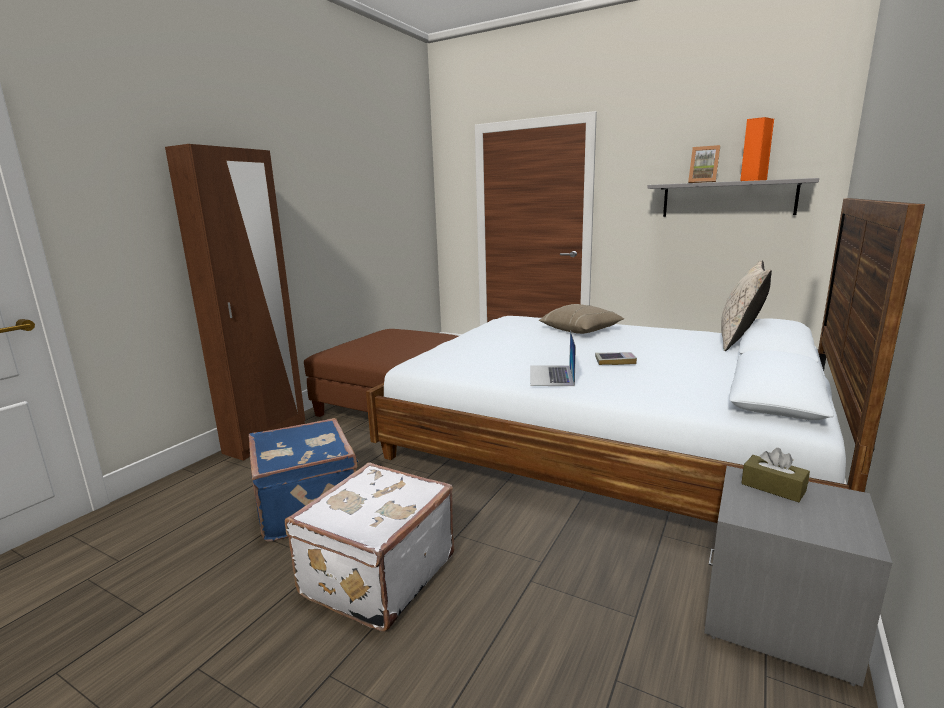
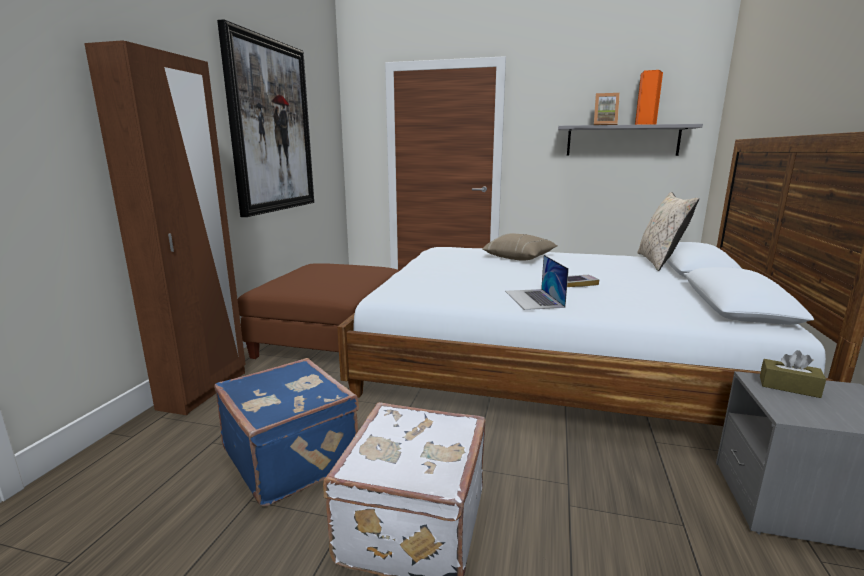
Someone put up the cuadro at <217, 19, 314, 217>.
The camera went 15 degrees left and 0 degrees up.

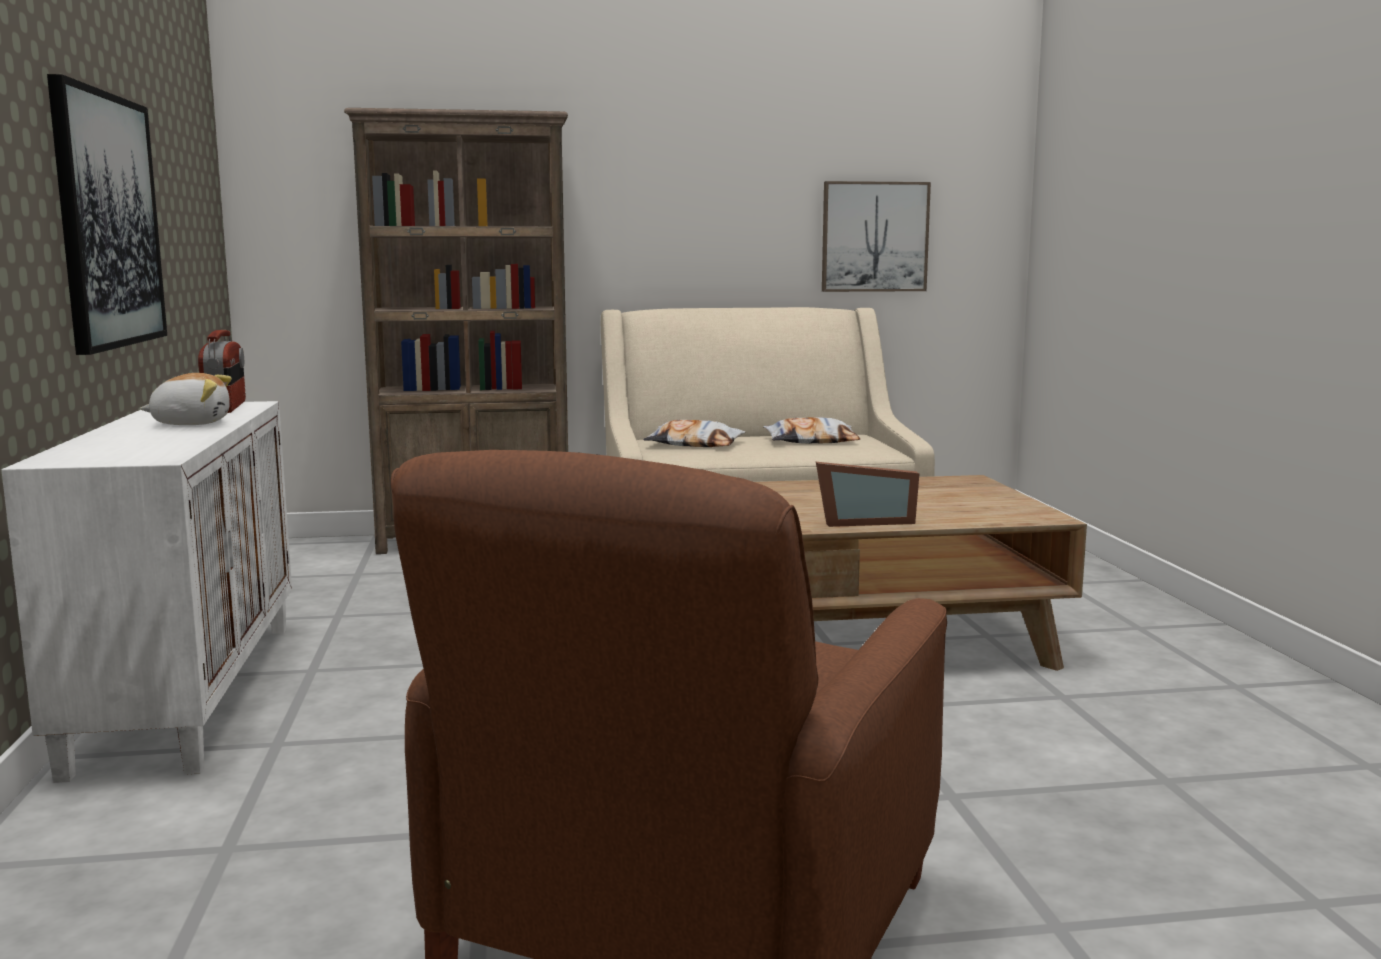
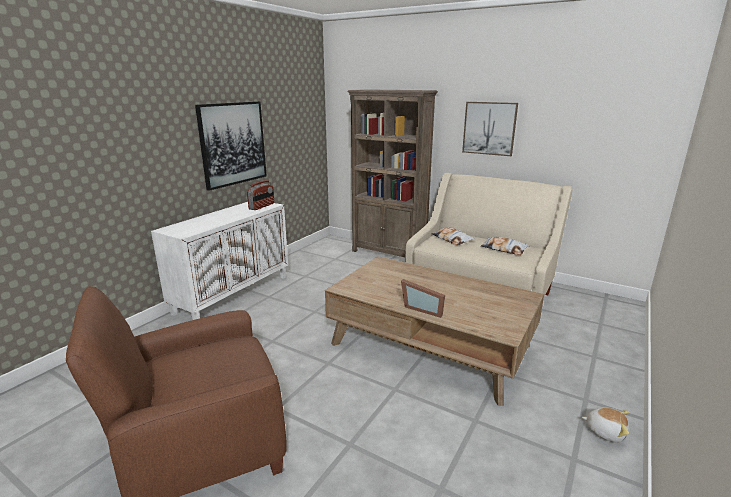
Someone carried the cuadro from <822, 181, 931, 292> to <462, 102, 518, 156>.
Someone carried the peluche from <140, 373, 232, 425> to <582, 407, 630, 443>.
The camera went 40 degrees right and 10 degrees up.

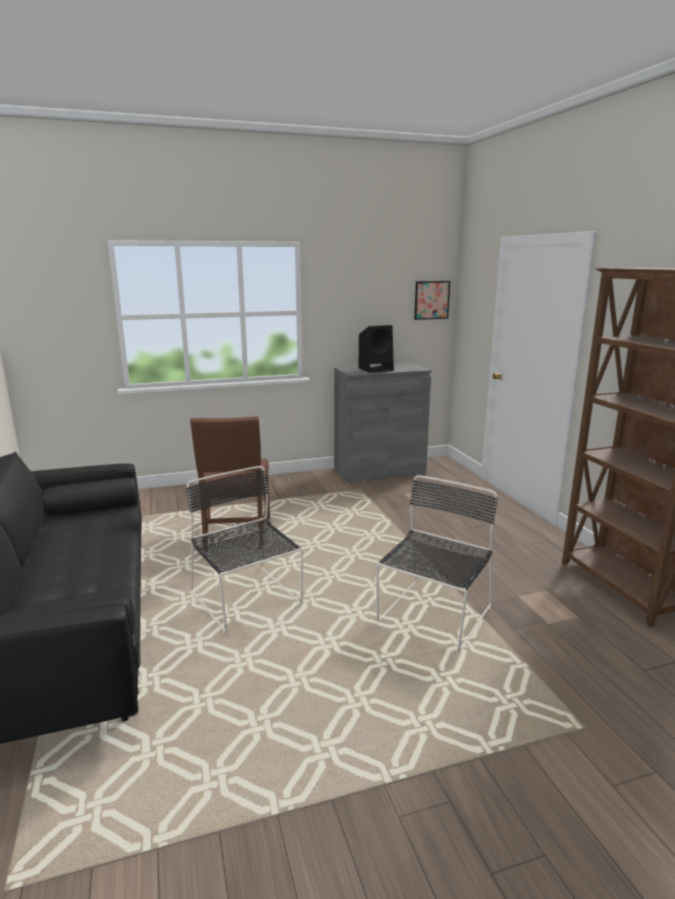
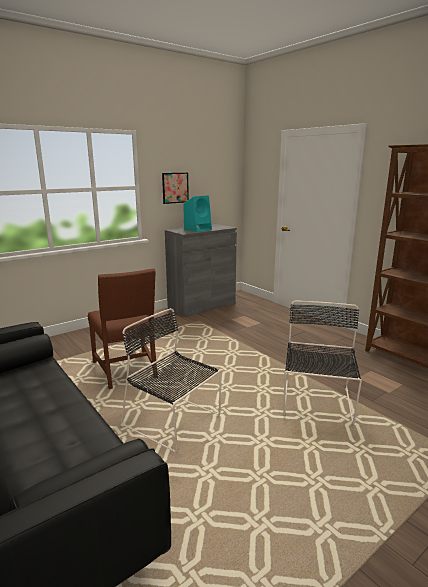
Someone carried the cuadro from <414, 281, 450, 320> to <162, 173, 189, 204>.
Someone repainted the altavoz [negro] at <359, 325, 394, 373>, which became the altavoz [turquesa] at <183, 195, 212, 232>.
The camera went 20 degrees left and 0 degrees up.

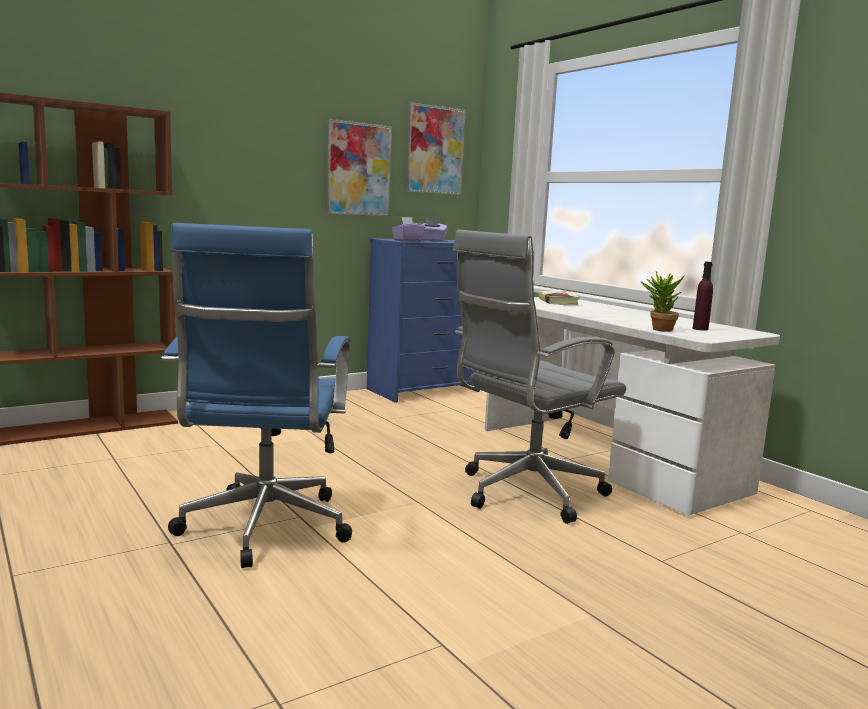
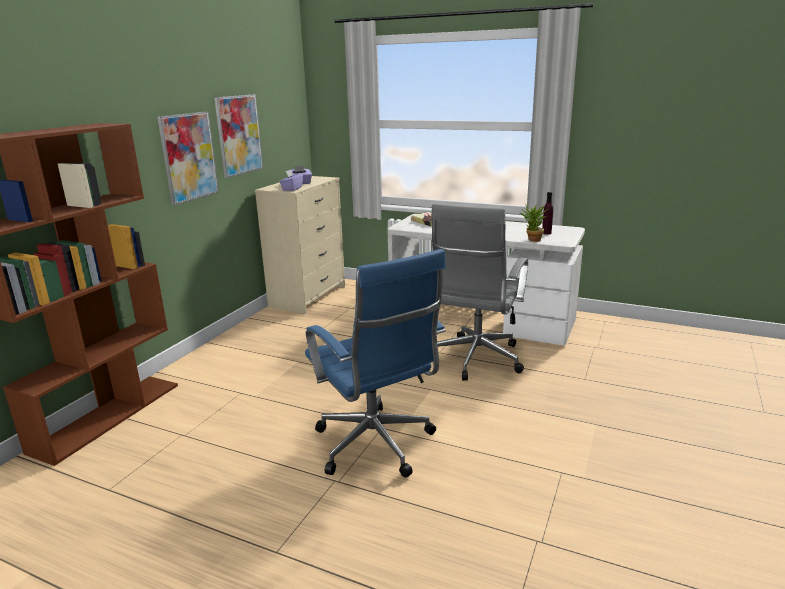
Someone carried the cuadro from <406, 102, 466, 195> to <157, 111, 219, 205>.
Someone repainted the cómoda [azul] at <367, 238, 480, 403>, which became the cómoda [beis] at <254, 176, 345, 314>.
The camera went 30 degrees left and 10 degrees up.

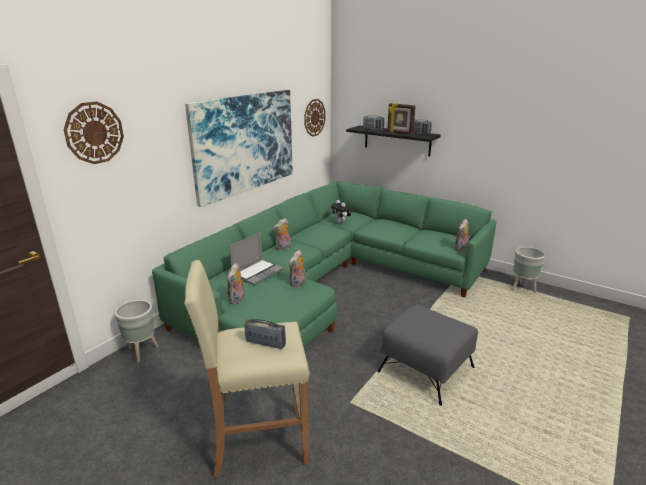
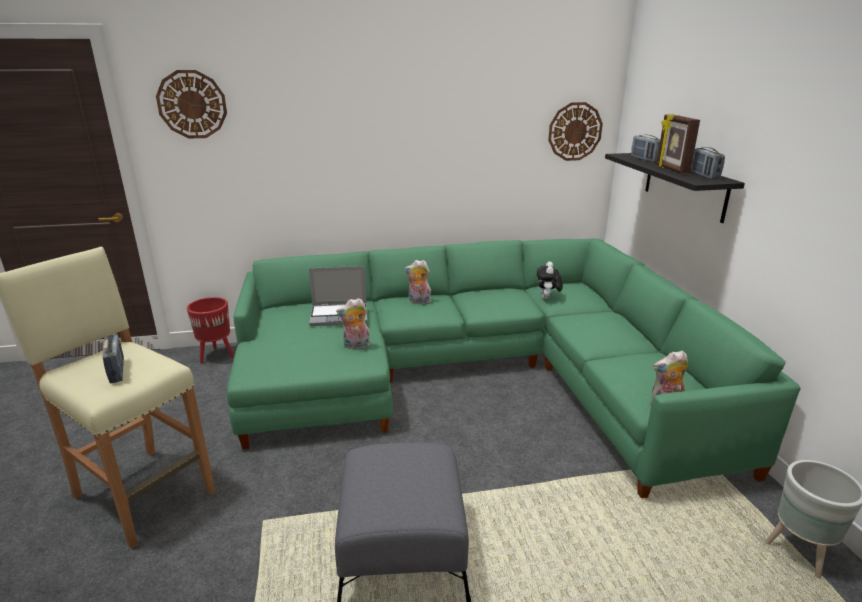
Someone repainted the maceta [gris] at <114, 300, 158, 363>, which became the maceta [rojo] at <187, 297, 234, 363>.
Someone took away the cuadro at <185, 90, 293, 207>.
Someone took away the peluche at <227, 263, 245, 304>.
The camera went 45 degrees right and 0 degrees up.

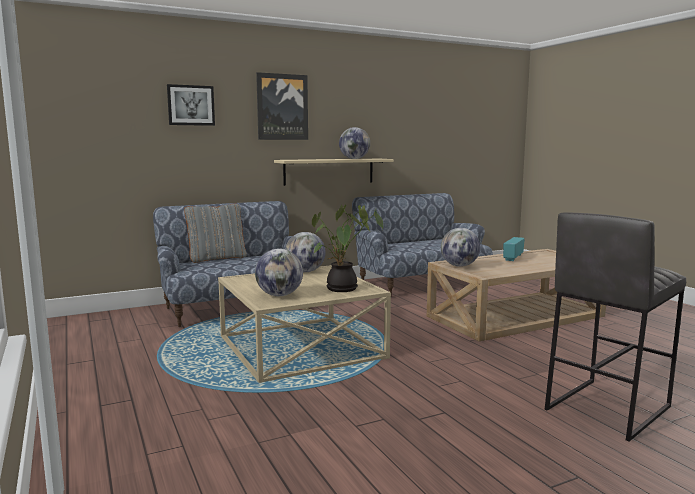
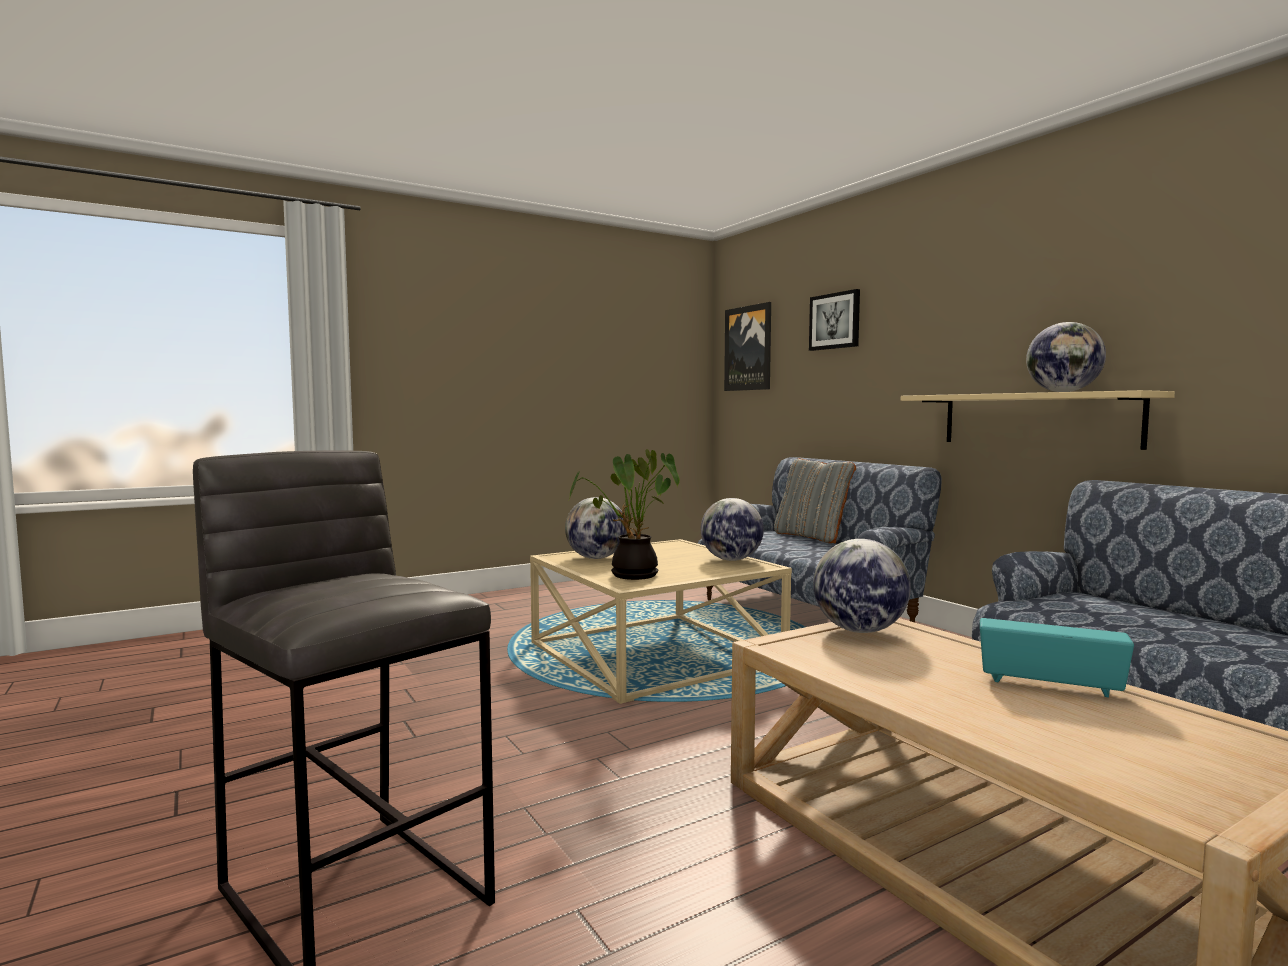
Someone carried the cuadro from <256, 72, 308, 140> to <724, 302, 771, 391>.
The camera went 85 degrees right and 5 degrees down.

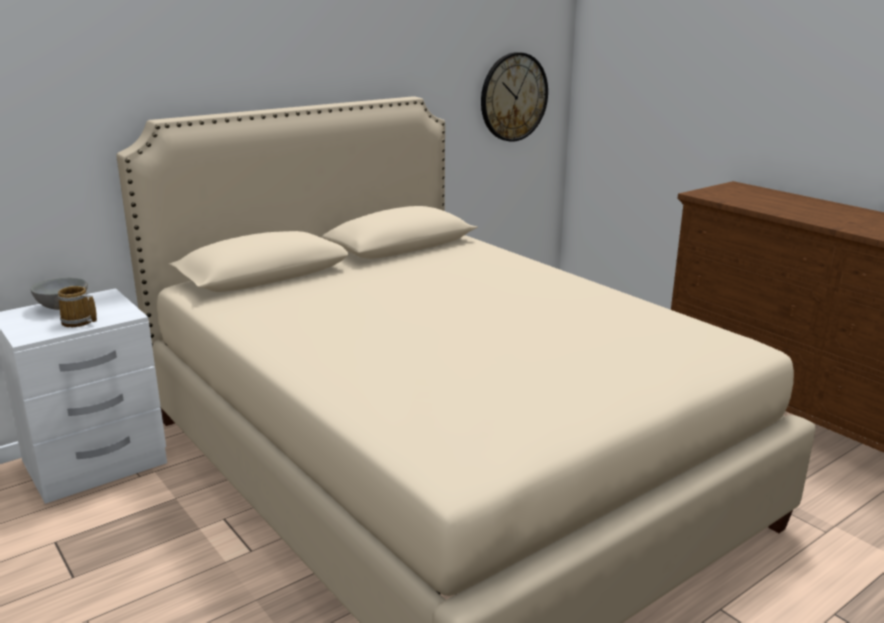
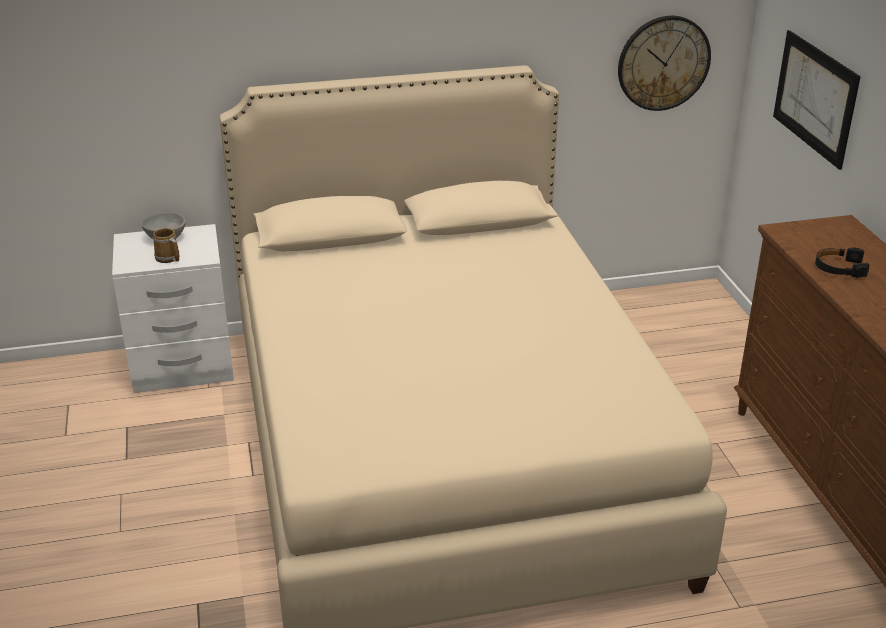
Someone put up the cuadro at <773, 30, 861, 170>.
Someone put down the auriculares [negro] at <815, 247, 869, 278>.
The camera went 25 degrees right and 10 degrees up.

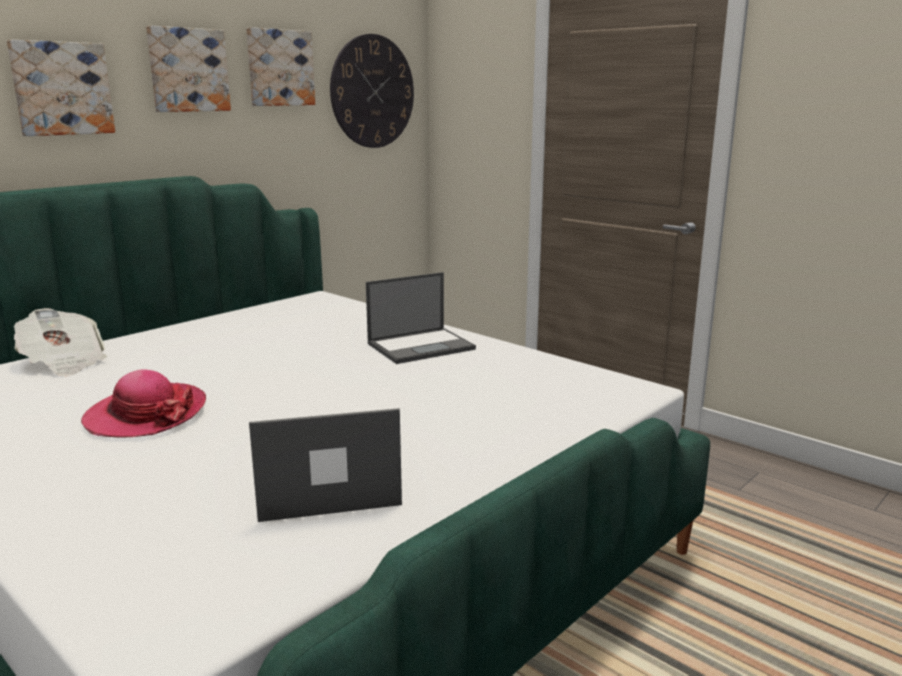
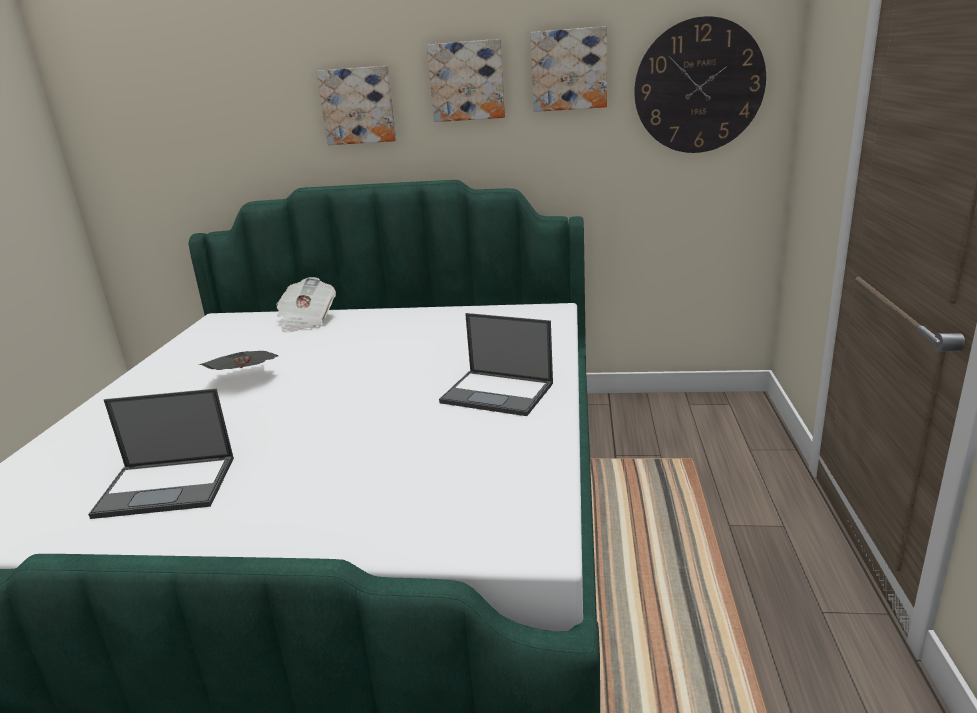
Someone rotated the portátil at <249, 408, 402, 522> by 135 degrees clockwise.
Someone swapped the sombrero at <81, 369, 206, 438> for the periódico at <199, 351, 279, 370>.
The camera went 55 degrees right and 5 degrees up.

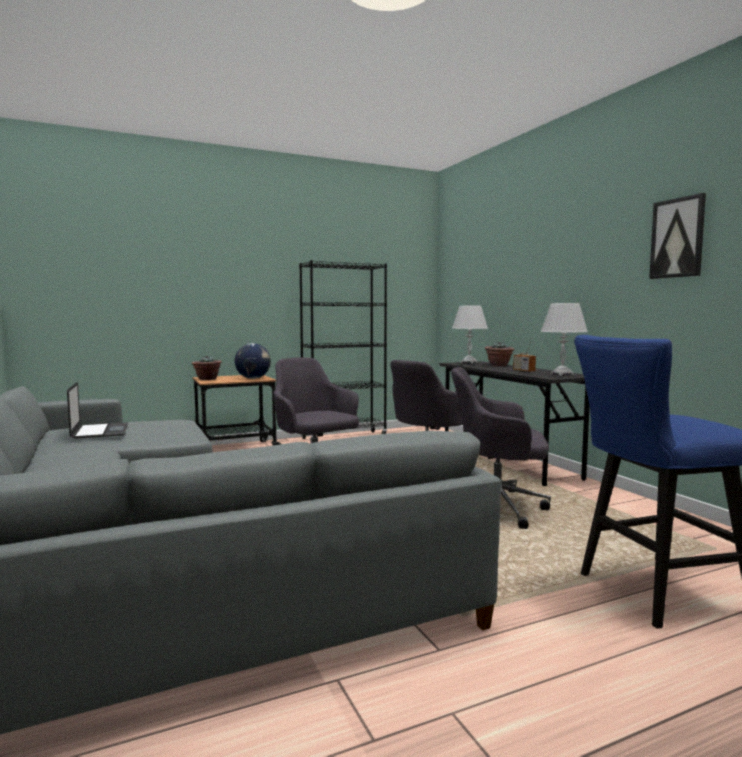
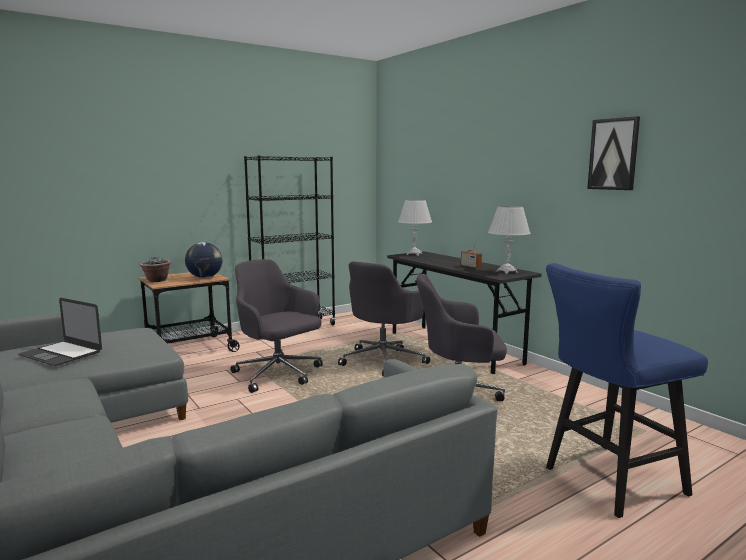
Someone rotated the portátil at <67, 382, 128, 439> by 150 degrees clockwise.
Someone took away the planta en maceta at <485, 342, 515, 366>.
The camera went 10 degrees left and 5 degrees up.

